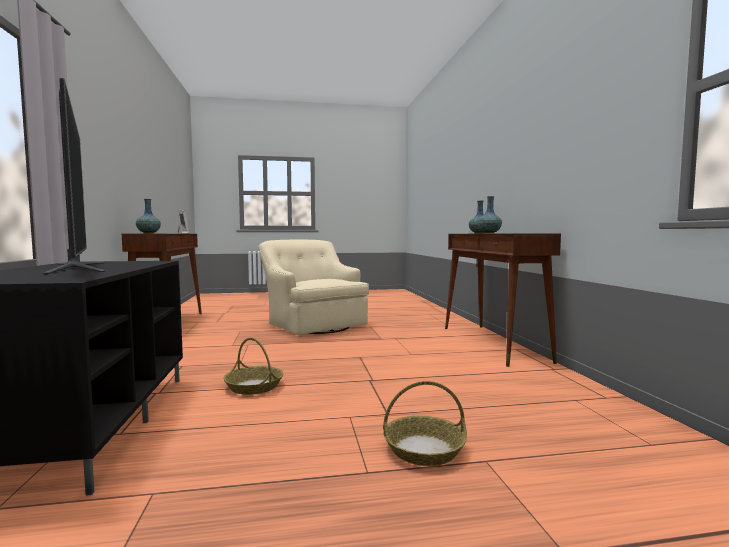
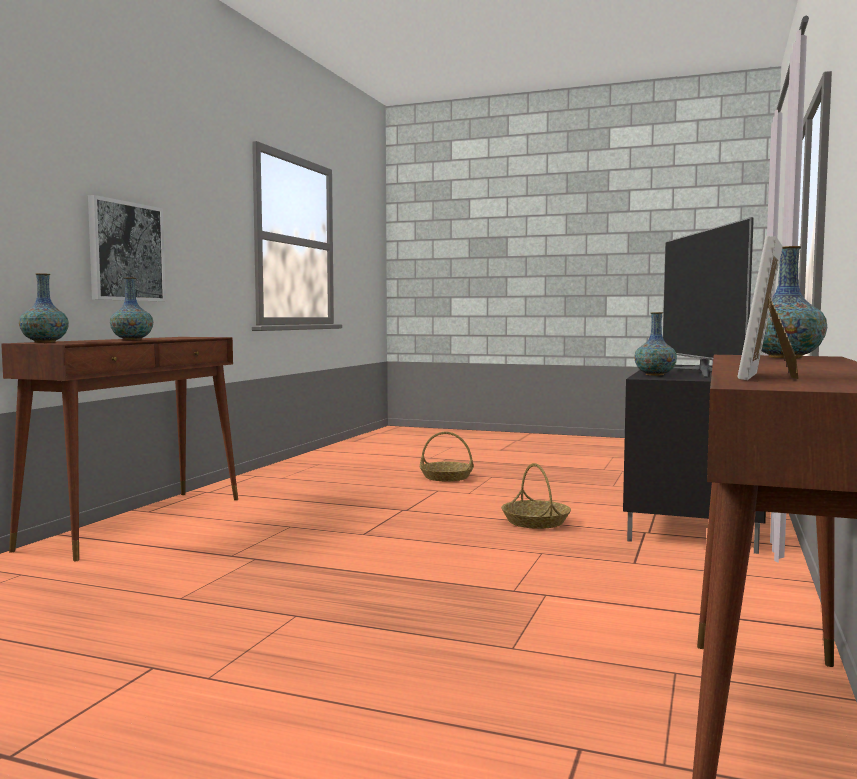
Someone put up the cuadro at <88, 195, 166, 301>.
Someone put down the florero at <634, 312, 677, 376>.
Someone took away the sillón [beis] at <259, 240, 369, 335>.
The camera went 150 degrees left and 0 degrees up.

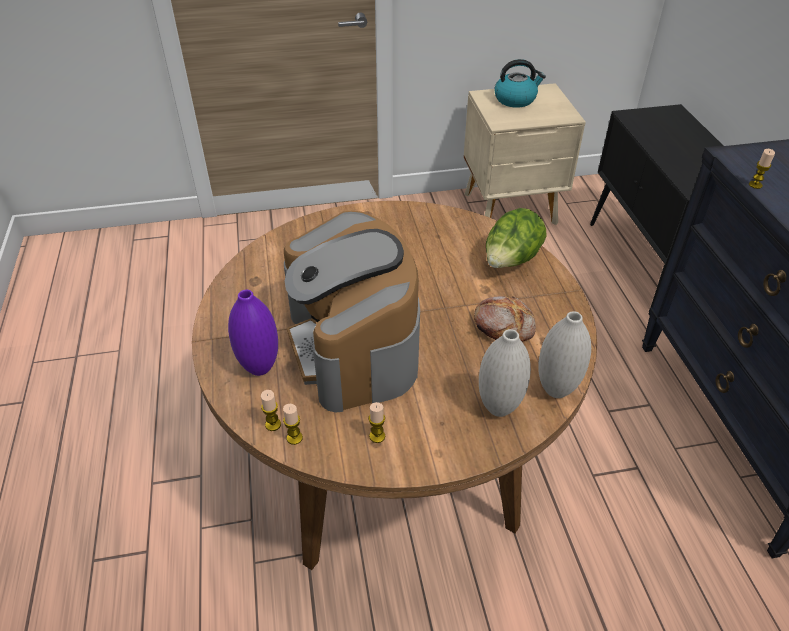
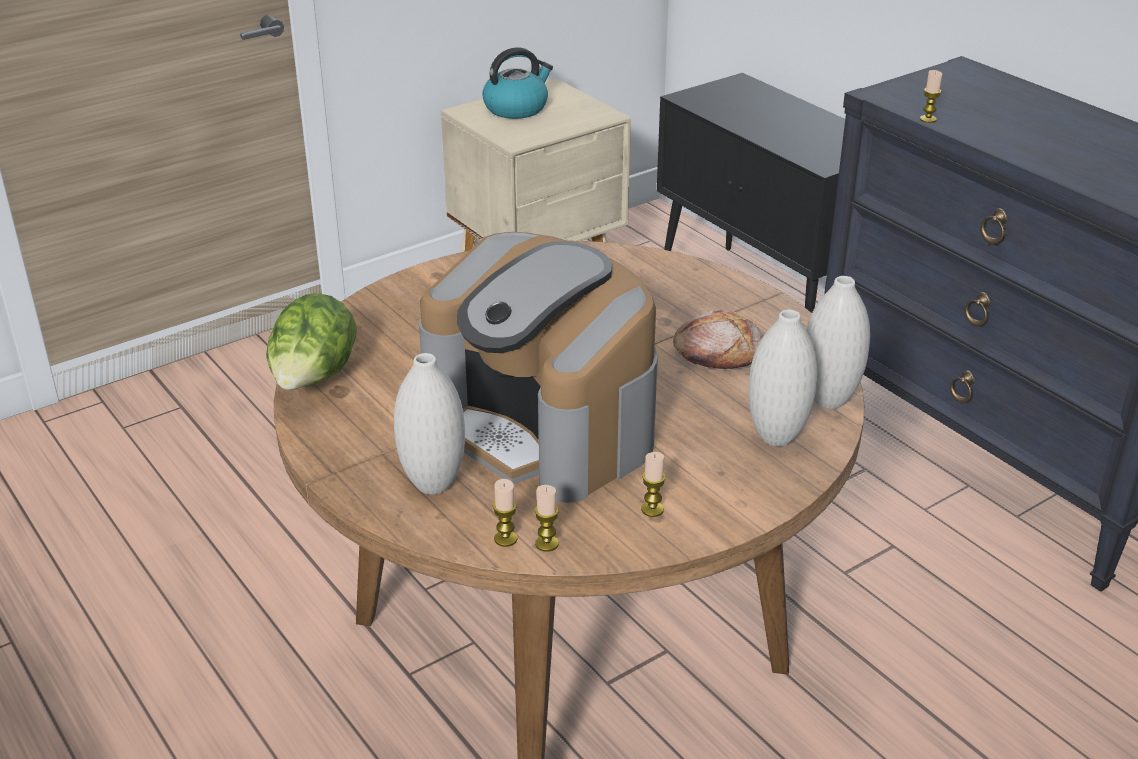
Someone carried the lechuga from <486, 208, 547, 268> to <266, 293, 357, 390>.
Someone repainted the florero [morado] at <228, 290, 278, 376>, which became the florero [blanco] at <394, 353, 465, 495>.
The camera went 25 degrees left and 10 degrees down.

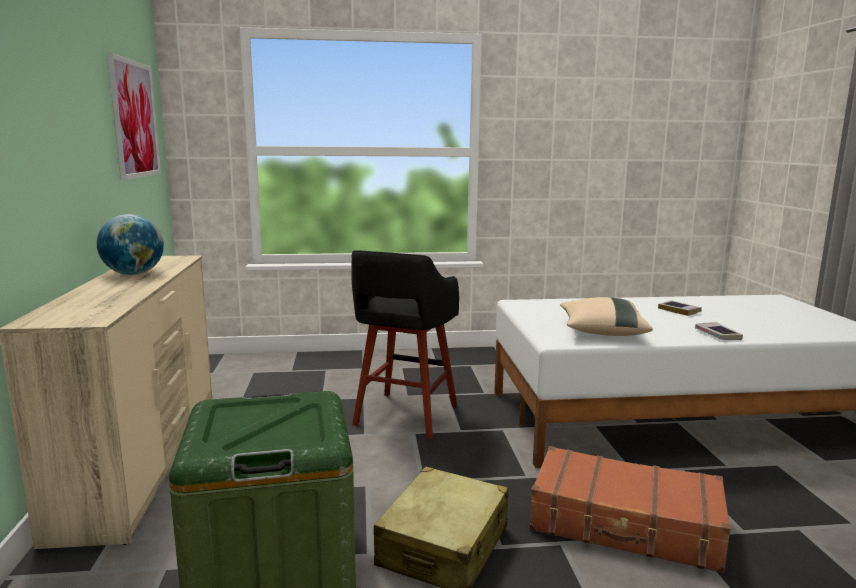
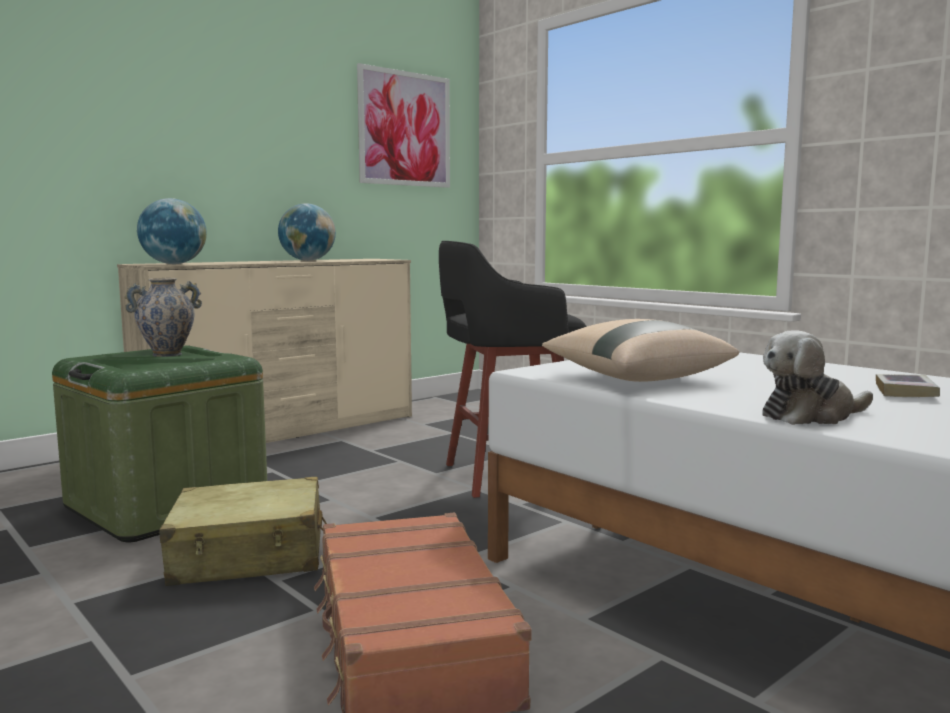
Someone put down the florero at <124, 278, 202, 357>.
Someone put down the globo terráqueo at <137, 198, 207, 264>.
Someone swapped the libro at <695, 322, 743, 340> for the peluche at <763, 330, 873, 425>.
The camera went 55 degrees right and 5 degrees down.

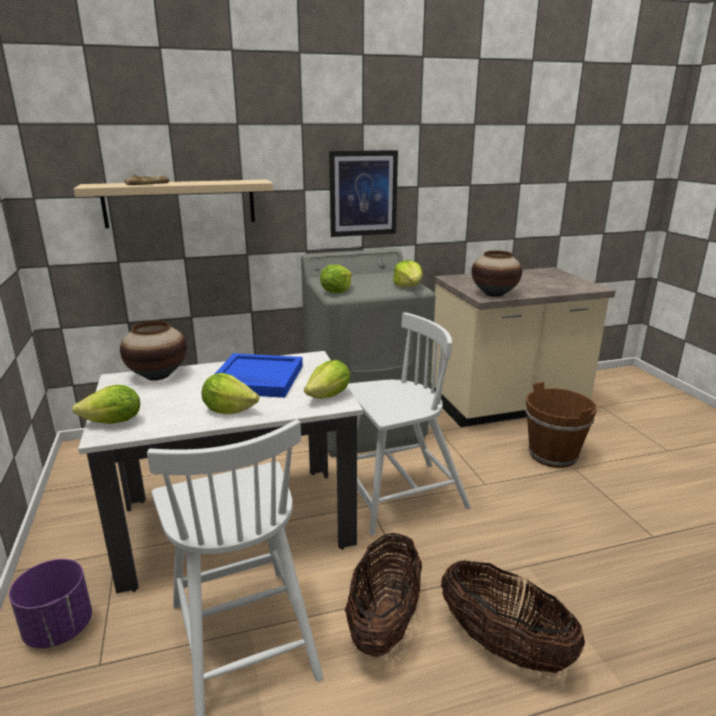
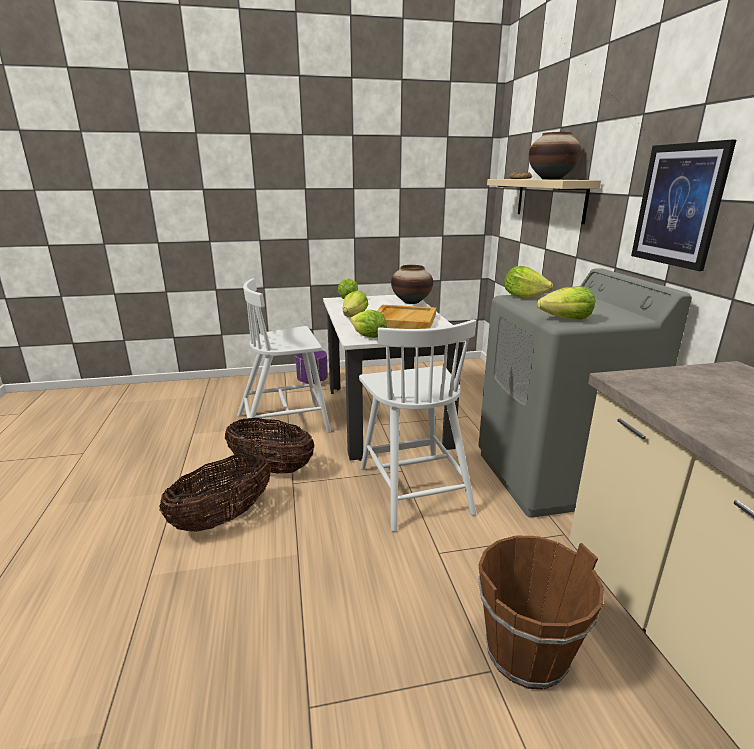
Someone repainted the bandeja [azul] at <215, 353, 303, 398>, which became the bandeja [beis] at <377, 305, 436, 329>.
Someone carried the florero from <472, 250, 522, 297> to <529, 132, 582, 180>.
The camera went 95 degrees right and 0 degrees up.

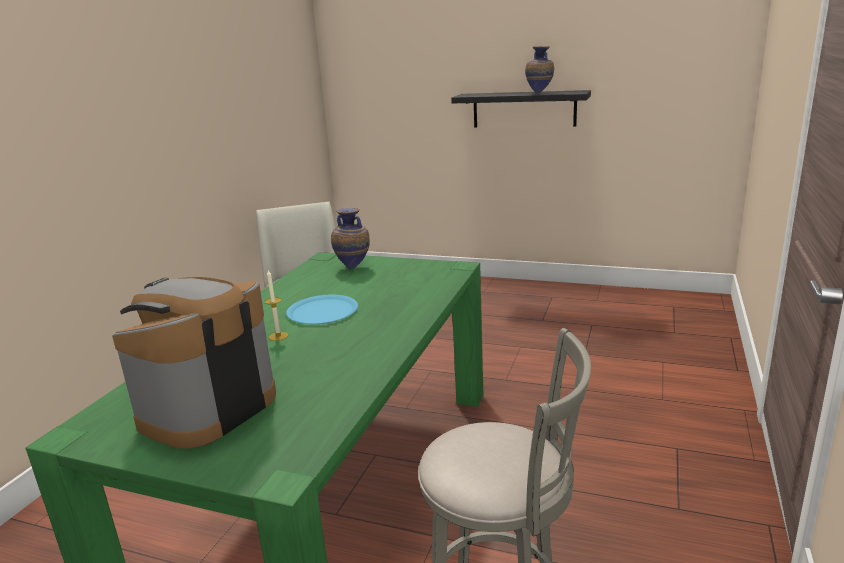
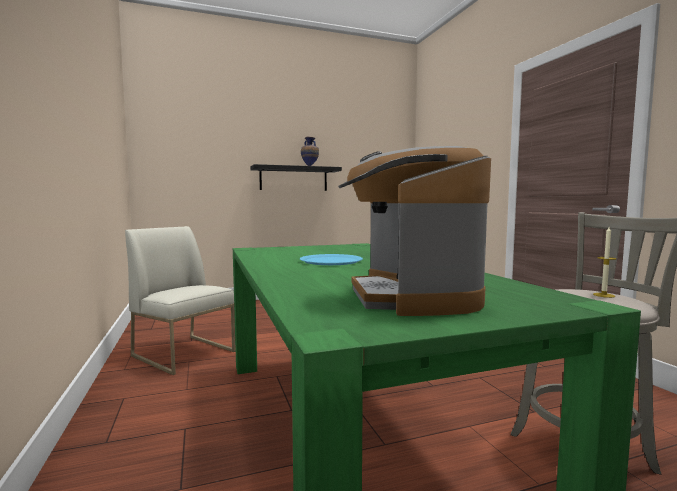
Someone carried the vela from <265, 270, 288, 341> to <593, 227, 616, 298>.
Someone took away the florero at <331, 208, 370, 269>.
The camera went 40 degrees left and 15 degrees down.

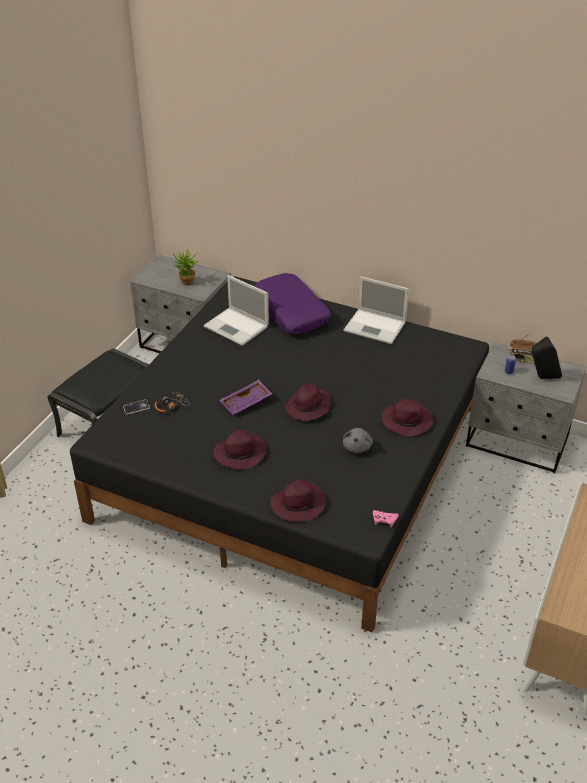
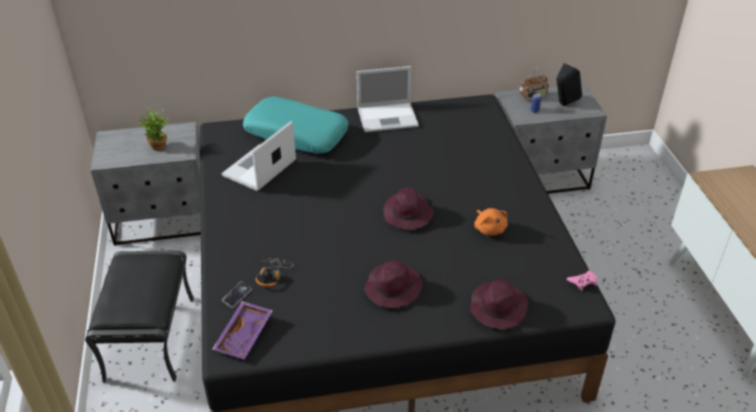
Someone carried the bandeja [morado] from <219, 380, 272, 415> to <212, 301, 273, 359>.
Someone rotated the portátil at <203, 275, 269, 346> by 120 degrees clockwise.
Someone repainted the cojín [morado] at <254, 273, 331, 334>, which became the cojín [turquesa] at <243, 96, 349, 154>.
Someone repainted the peluche [gris] at <343, 428, 373, 453>, which became the peluche [naranja] at <474, 208, 508, 236>.
Someone took away the sombrero [morado] at <381, 399, 433, 437>.
The camera went 35 degrees left and 0 degrees up.

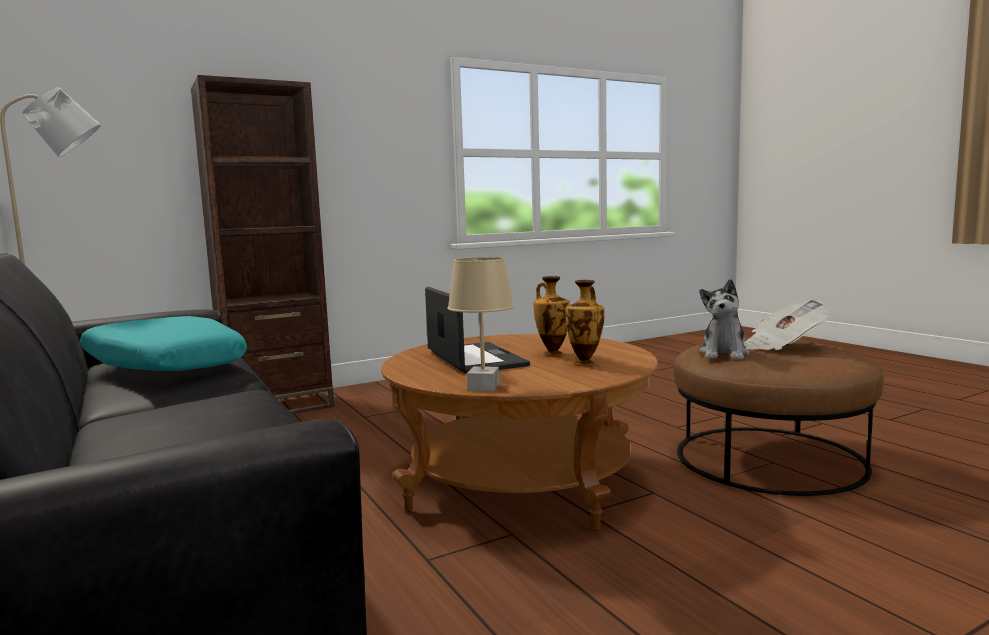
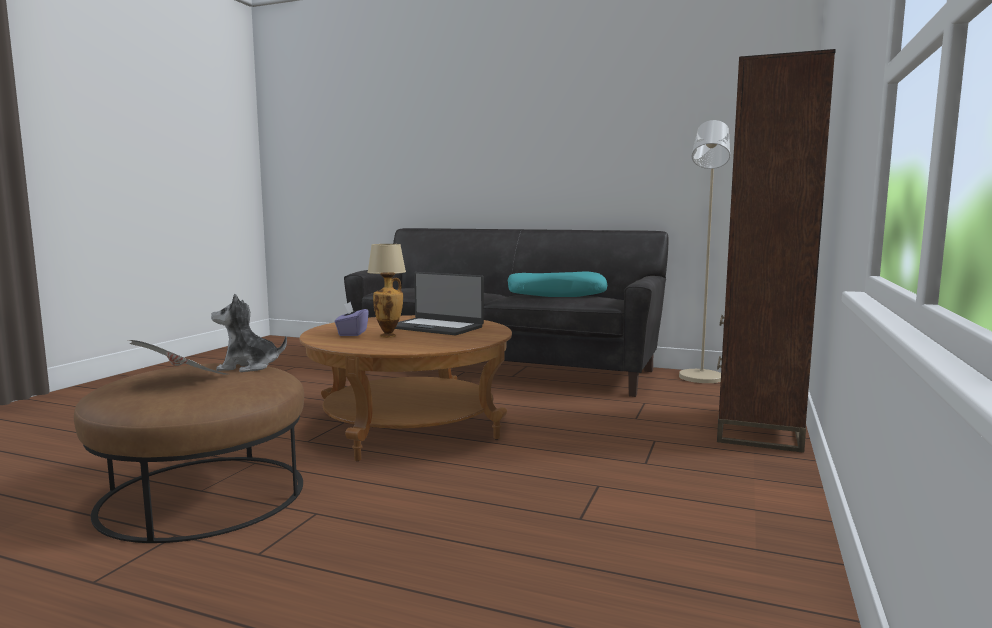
Someone rotated the peluche at <699, 279, 749, 360> by 75 degrees counterclockwise.
Someone swapped the florero at <566, 280, 605, 366> for the caja de pañuelos [morado] at <335, 302, 369, 336>.
The camera went 140 degrees right and 0 degrees up.

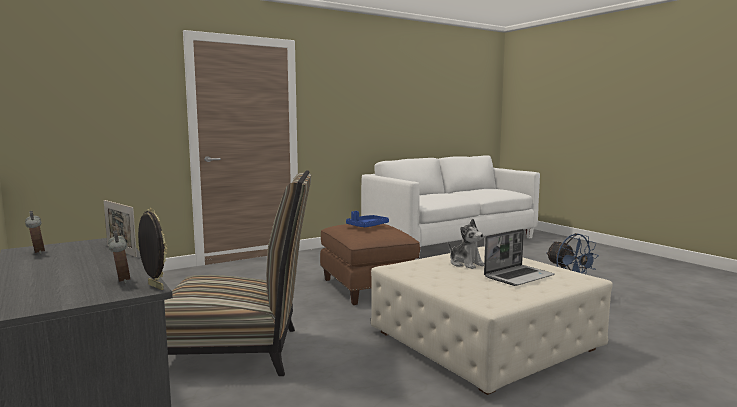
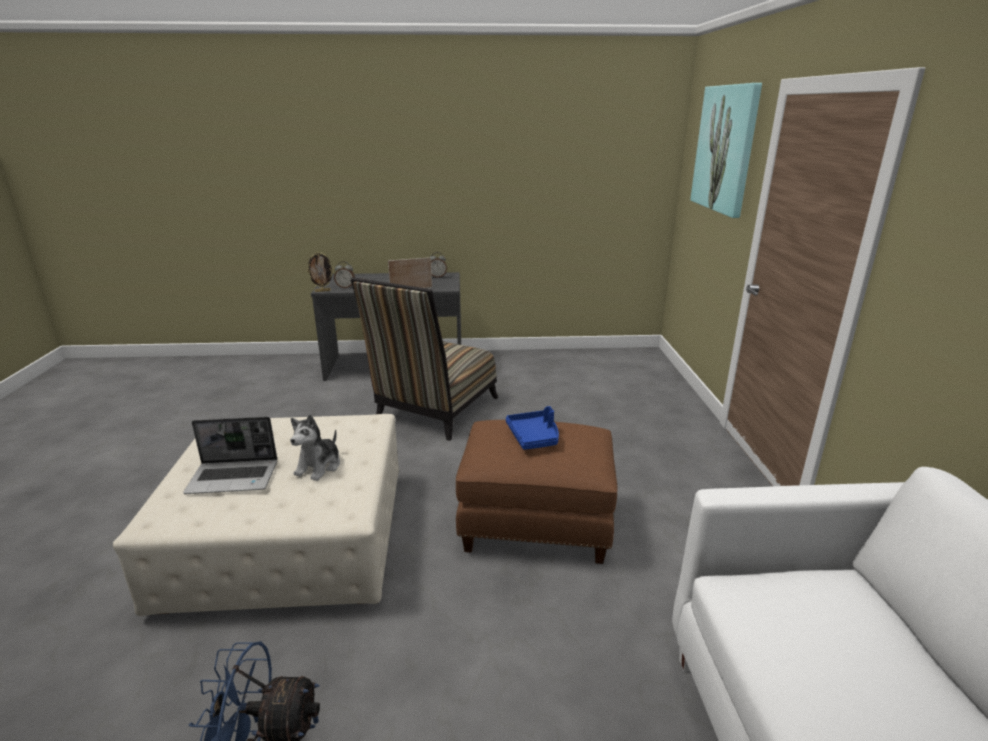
Someone rotated the portátil at <484, 229, 555, 286> by 90 degrees counterclockwise.
Someone rotated the peluche at <448, 219, 484, 269> by 60 degrees counterclockwise.
Someone put up the cuadro at <690, 83, 762, 218>.
The camera went 120 degrees right and 15 degrees up.

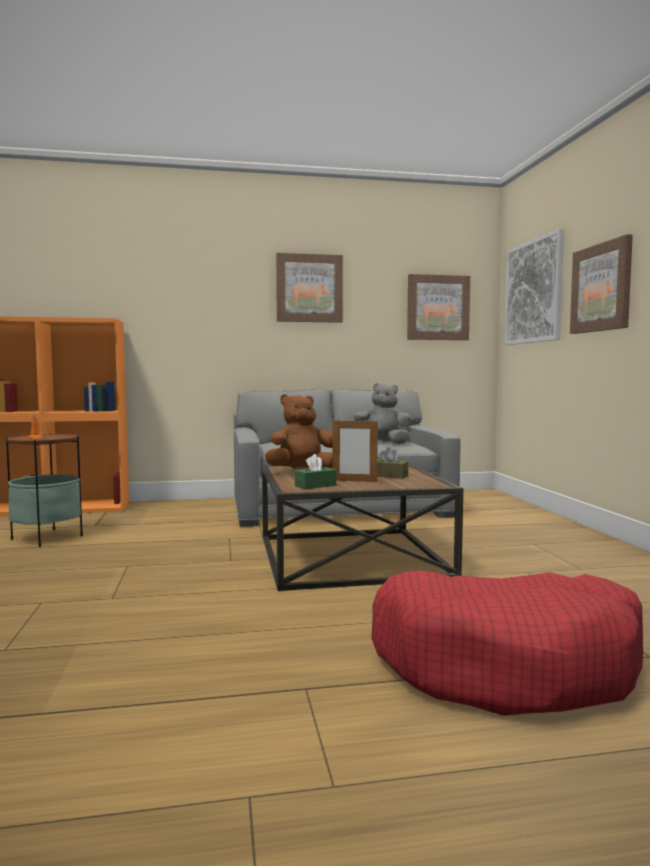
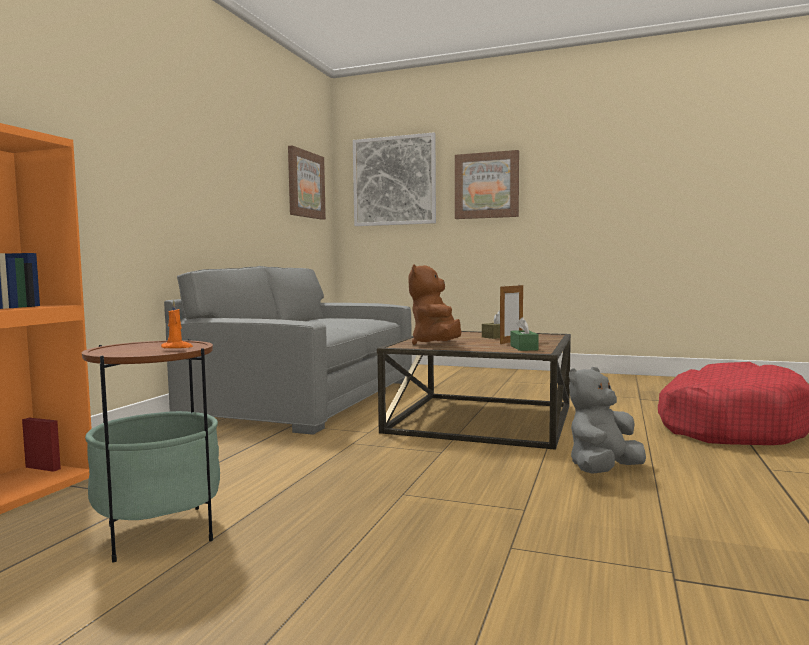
Someone carried the peluche [gris] from <354, 383, 411, 444> to <569, 367, 646, 474>.
Someone took away the cuadro at <276, 253, 343, 323>.
The camera went 60 degrees left and 0 degrees up.

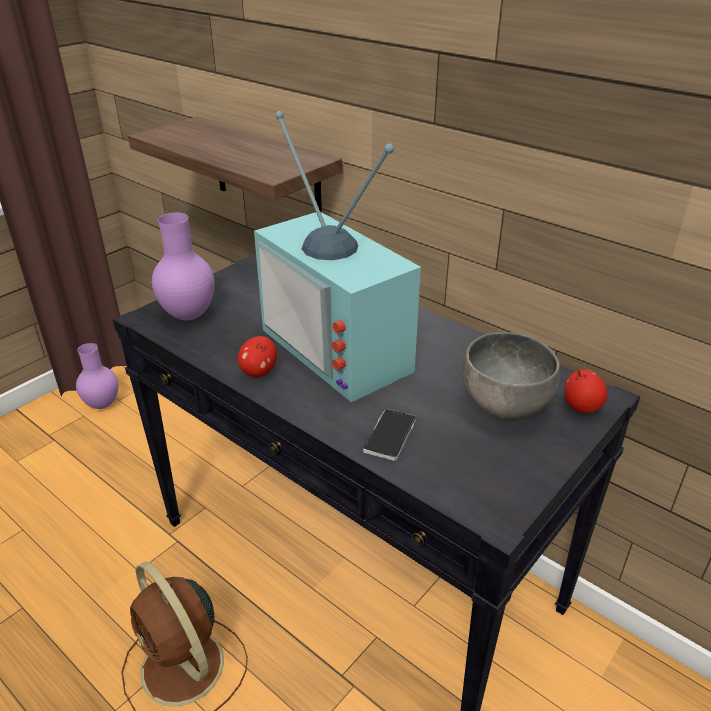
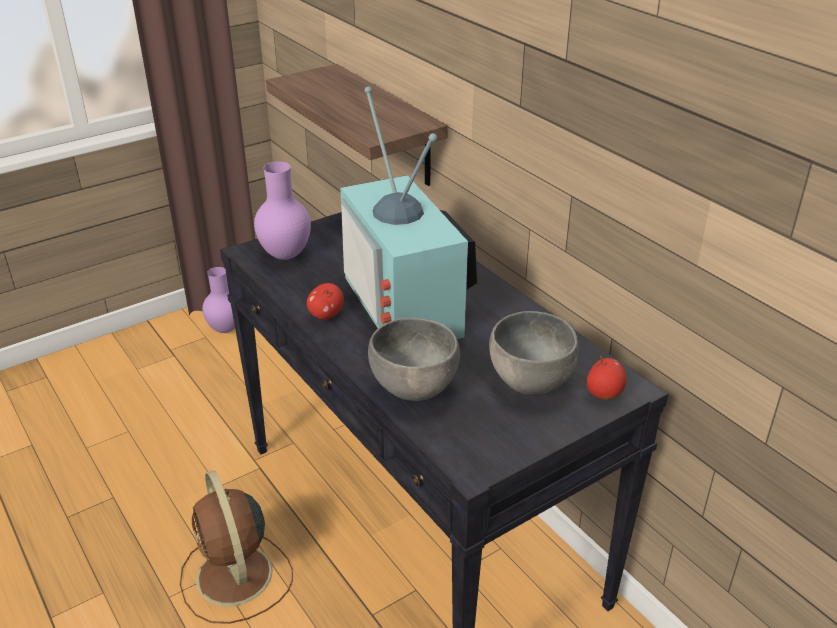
Someone swapped the móvil at <363, 409, 416, 461> for the cuenco [gris] at <368, 318, 460, 401>.
The camera went 15 degrees right and 0 degrees up.

